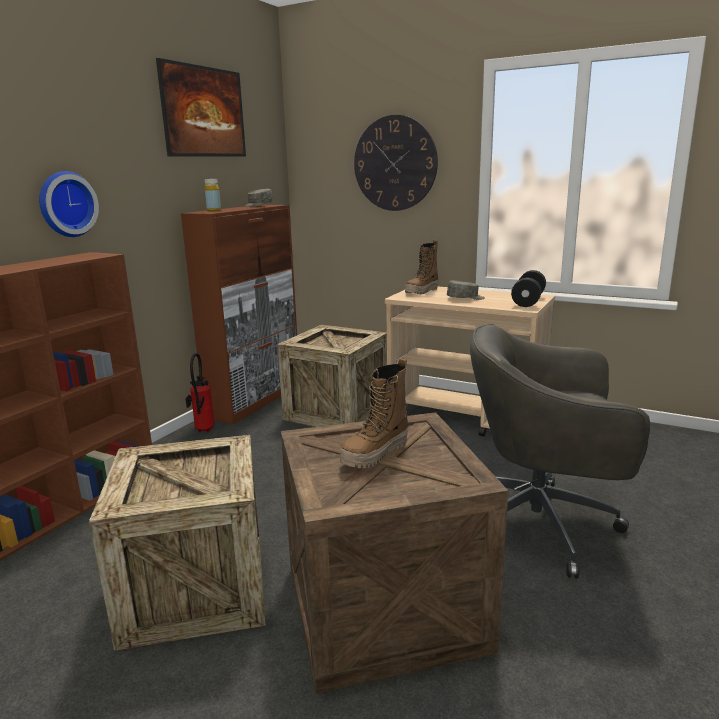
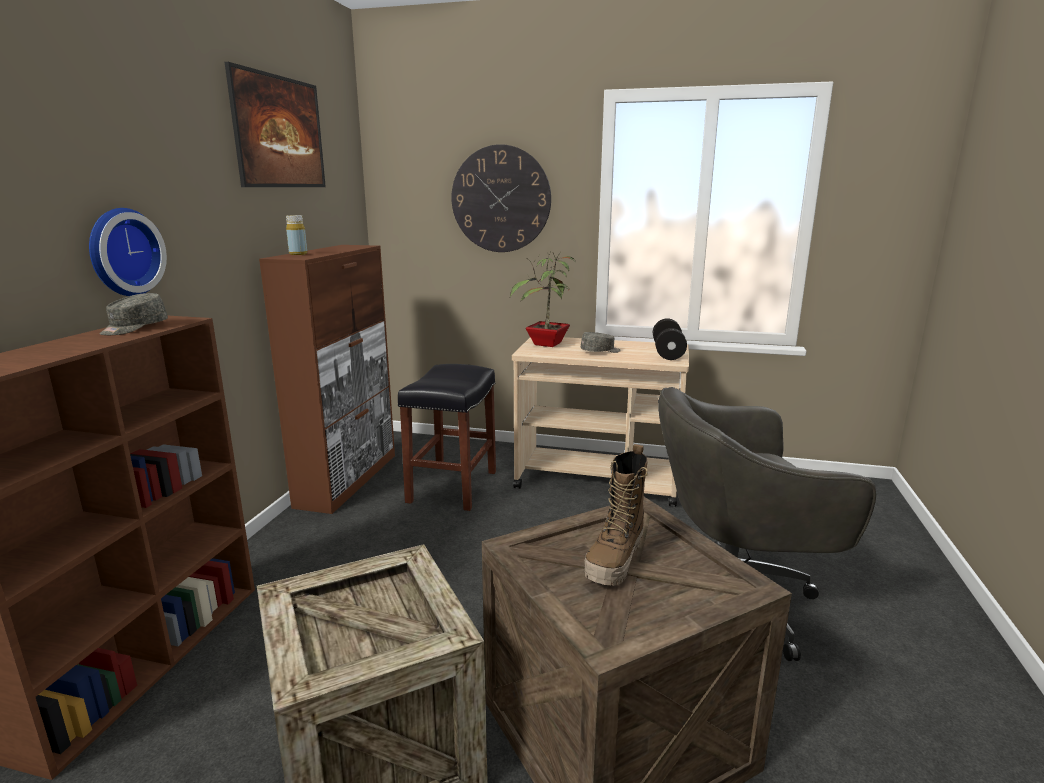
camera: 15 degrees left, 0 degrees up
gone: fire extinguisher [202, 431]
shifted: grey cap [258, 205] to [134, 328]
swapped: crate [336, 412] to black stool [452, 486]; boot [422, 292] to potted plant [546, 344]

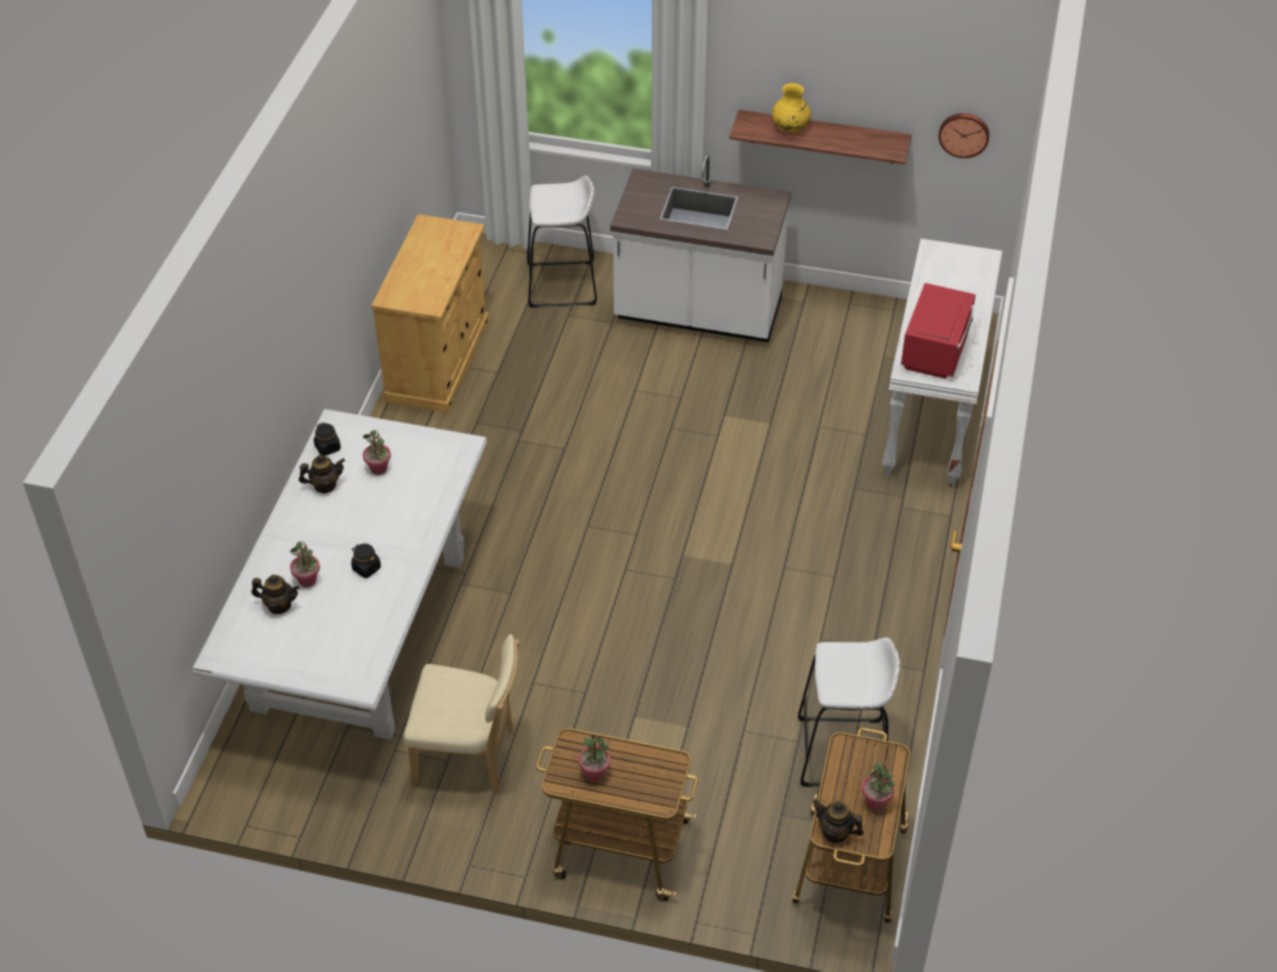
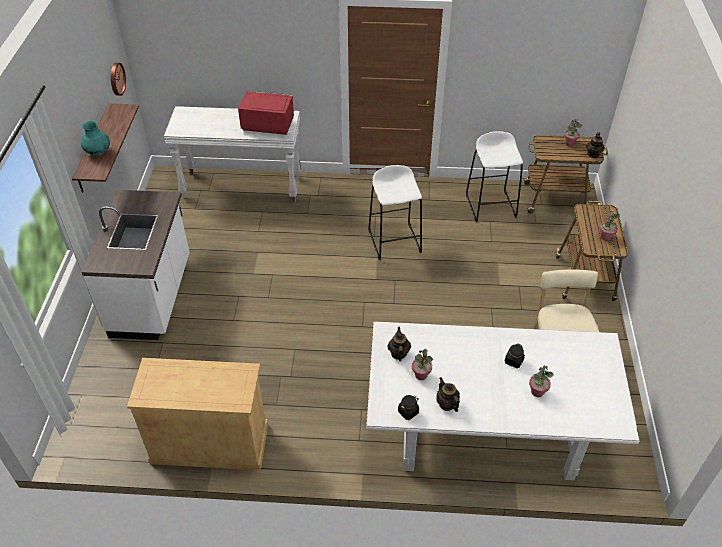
camera: 100 degrees left, 0 degrees up
shifted: teapot [279, 605] to [398, 353]; white stool [562, 284] to [394, 241]
repainted: yellow vase [790, 128] to turquoise vase [98, 152]

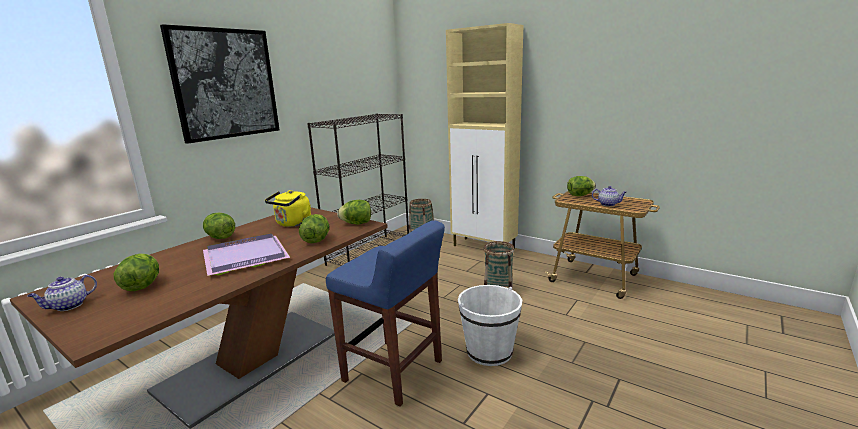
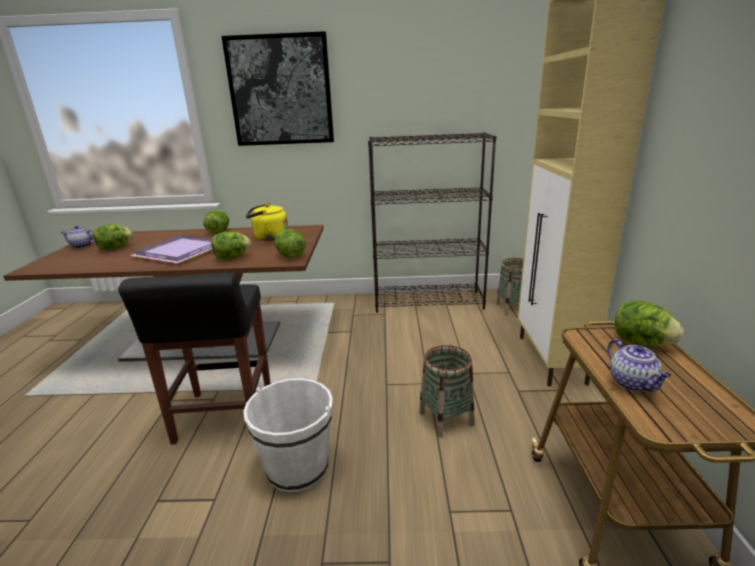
camera: 55 degrees right, 5 degrees up
repainted: blue stool [394, 372] to black stool [224, 416]

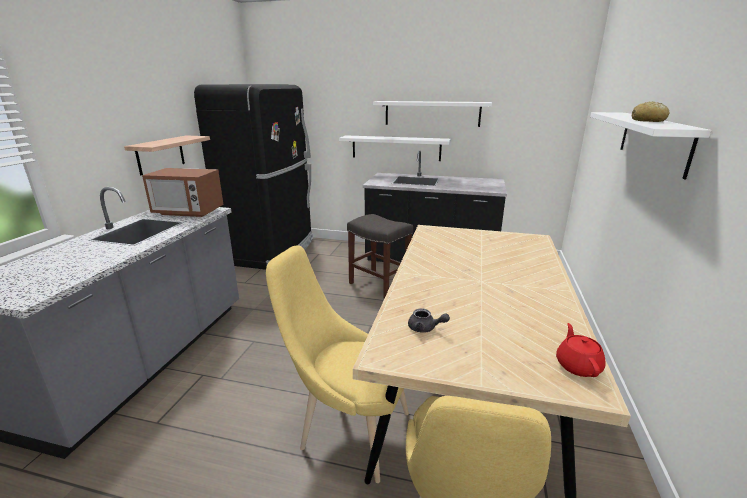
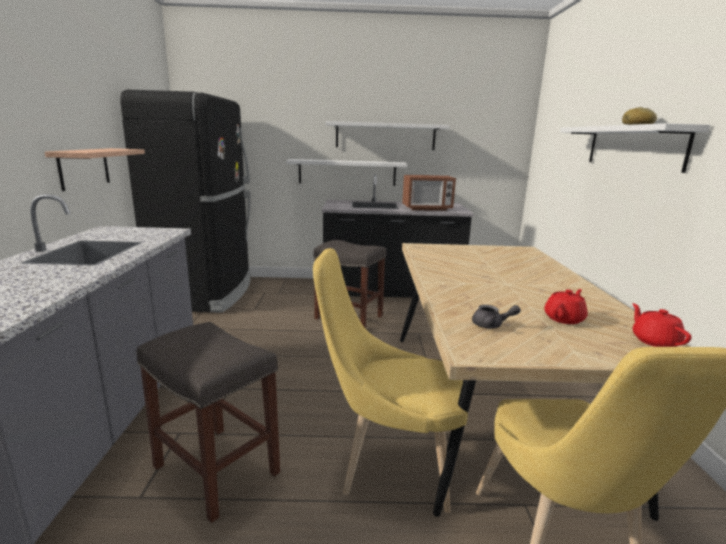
camera: 15 degrees left, 5 degrees down
new: grey stool [214, 469]; red teapot [564, 318]
shifted: microwave [188, 212] to [426, 208]

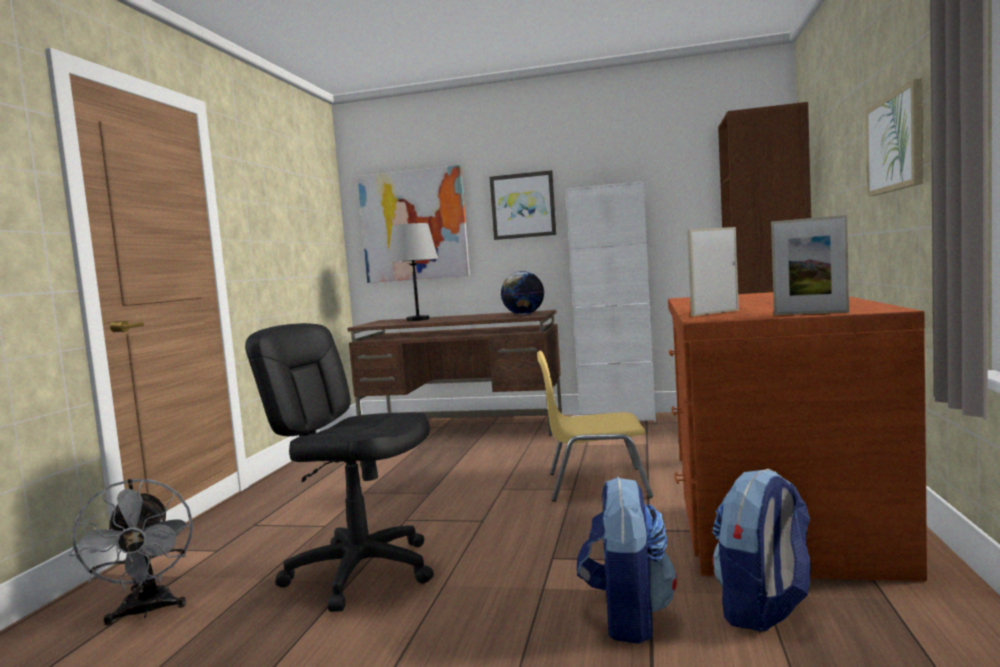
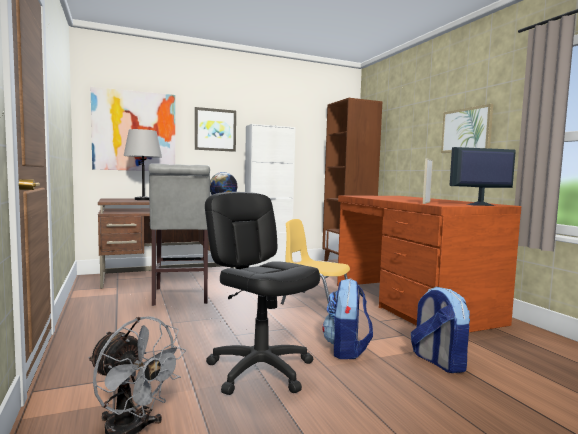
camera: 35 degrees left, 0 degrees up
new: grey stool [180, 297]
shifted: backpack [764, 610] to [347, 350]
swapped: picture frame [810, 313] to monitor [479, 205]
rotated: black office chair [361, 572] = [260, 370] 60 degrees clockwise; yellow chair [595, 484] = [315, 302] 60 degrees clockwise

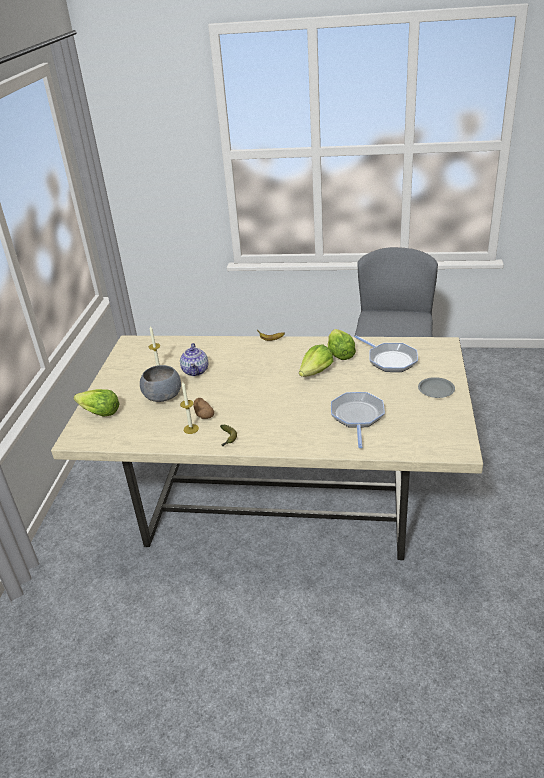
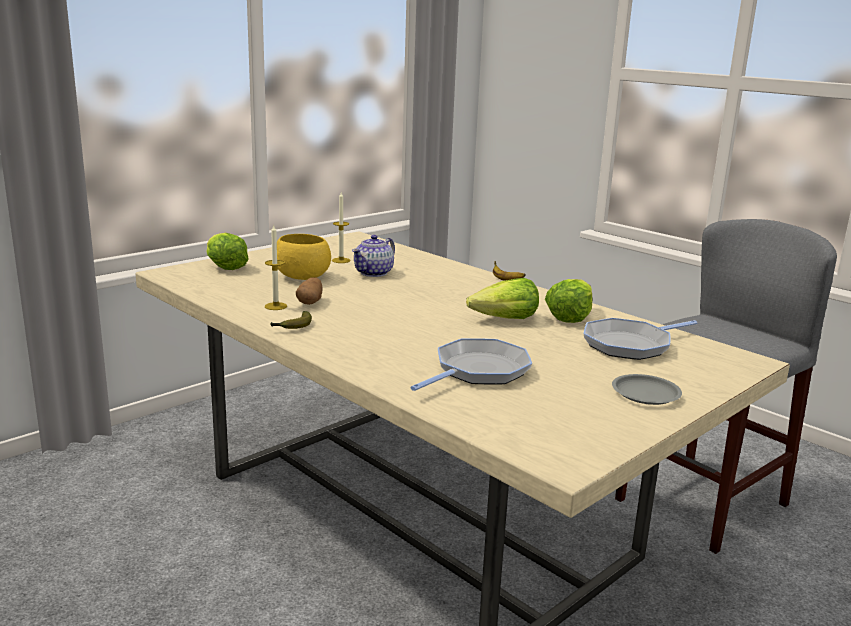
camera: 35 degrees right, 15 degrees down
repainted: grey bowl [164, 396] to yellow bowl [303, 277]
rotated: frying pan [390, 360] = [630, 345] 60 degrees clockwise

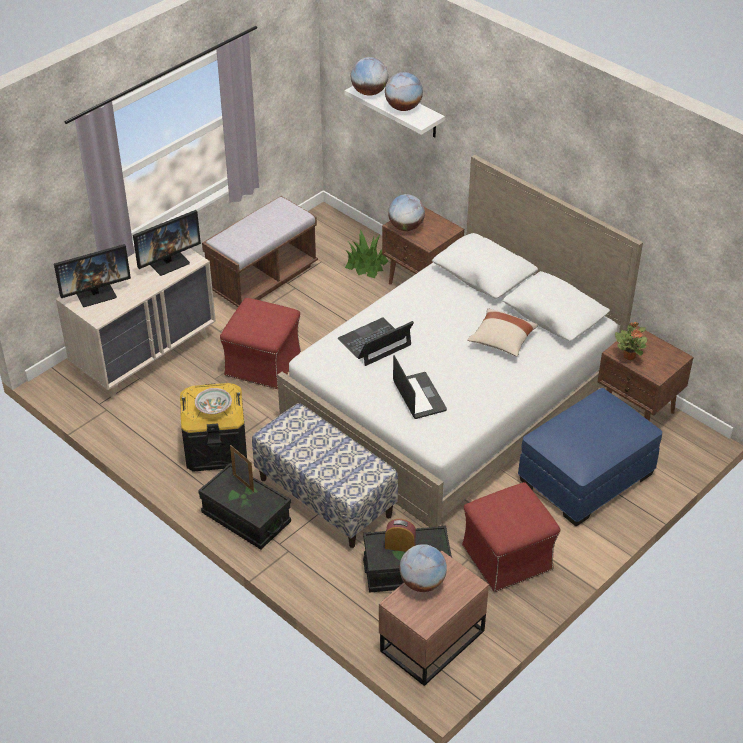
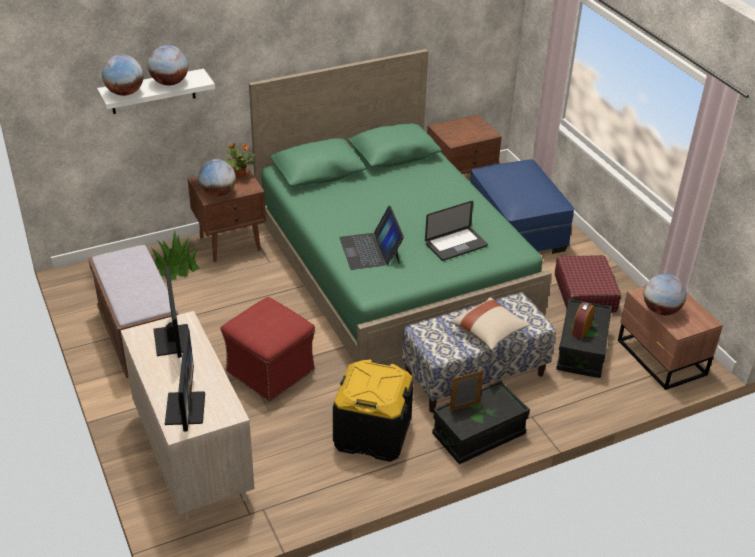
camera: 70 degrees left, 5 degrees down
gone: bowl [214, 408]
shifted: beige pillow [501, 341] to [489, 332]; potted plant [629, 356] to [239, 175]
swapped: red ottoman [508, 557] to red suitcase [585, 293]
repainted: white bed [453, 400] to green bed [392, 269]
rotated: laptop [419, 396] = [456, 245] 150 degrees clockwise

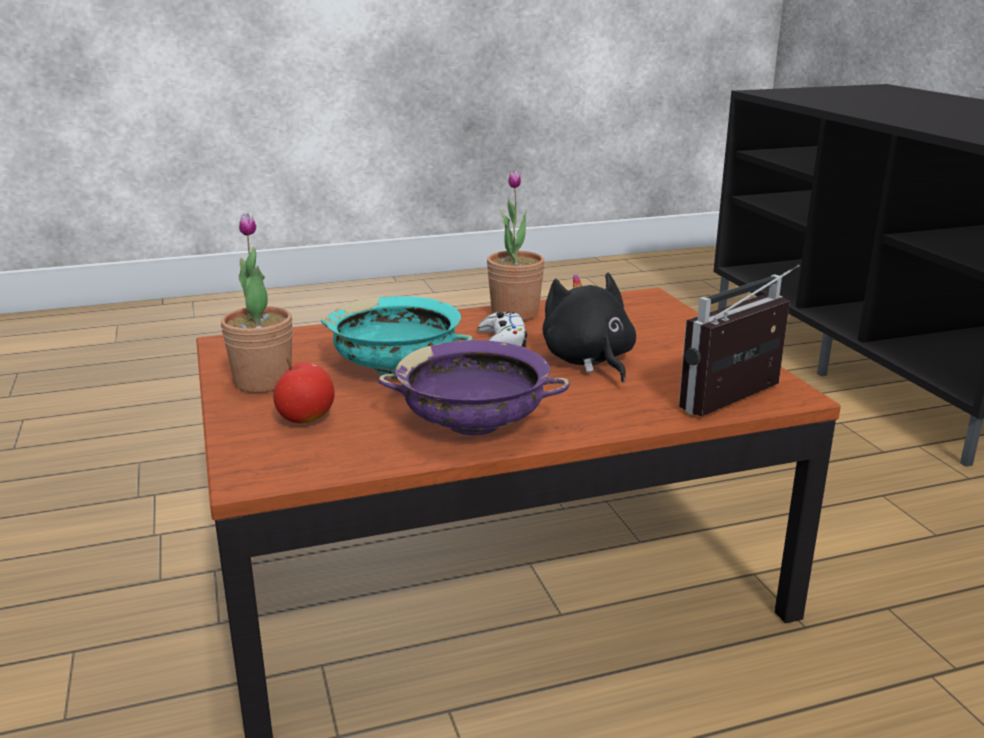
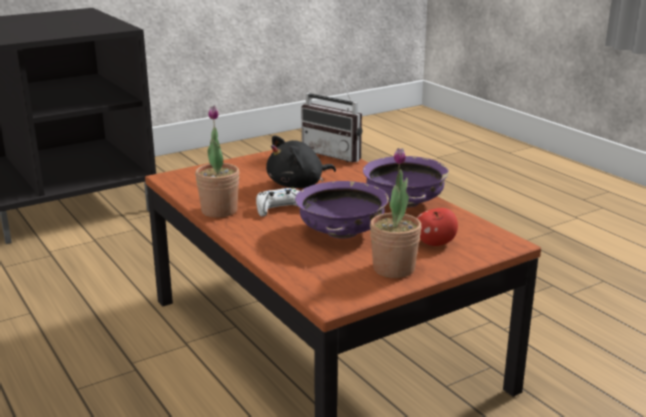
camera: 105 degrees left, 0 degrees up
repainted: turquoise bowl [394, 367] to purple bowl [341, 232]

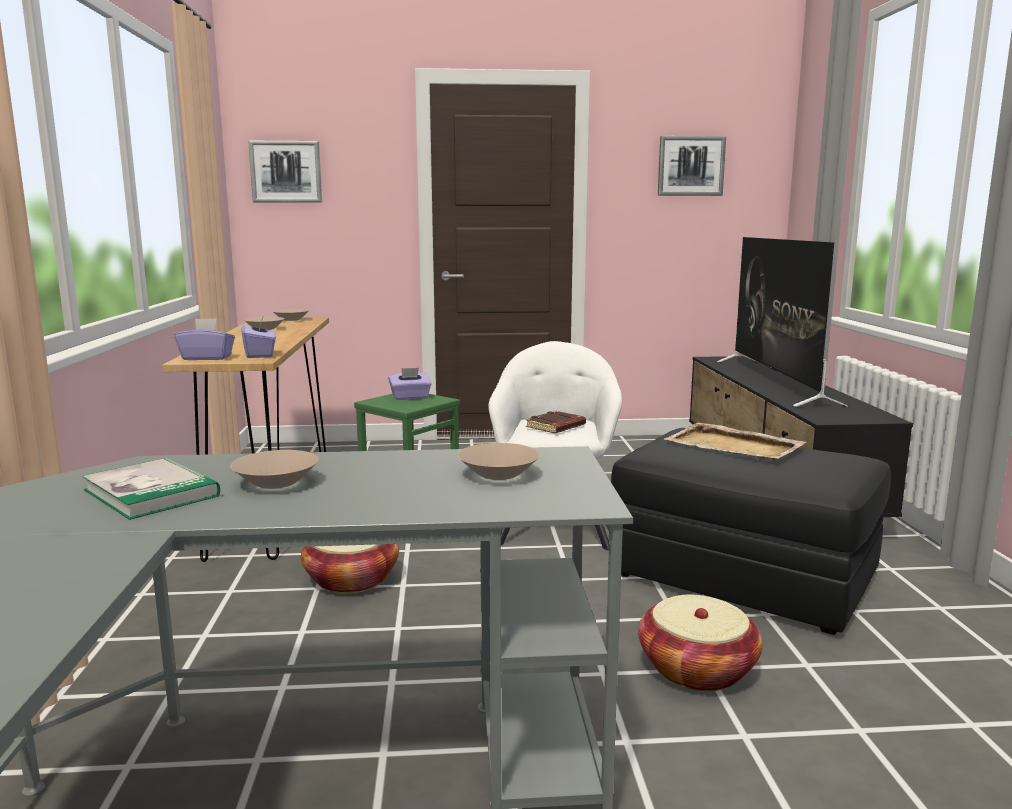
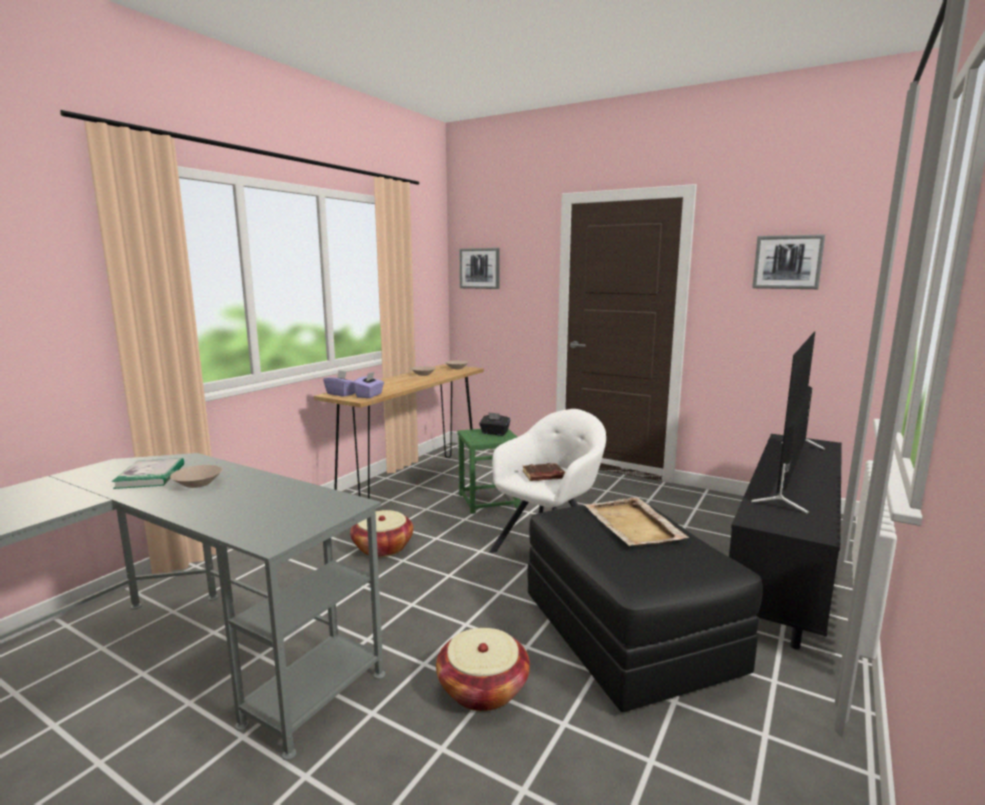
camera: 35 degrees right, 0 degrees up
gone: beige bowl [499, 474]
repainted: purple tissue box [410, 397] to black tissue box [494, 433]

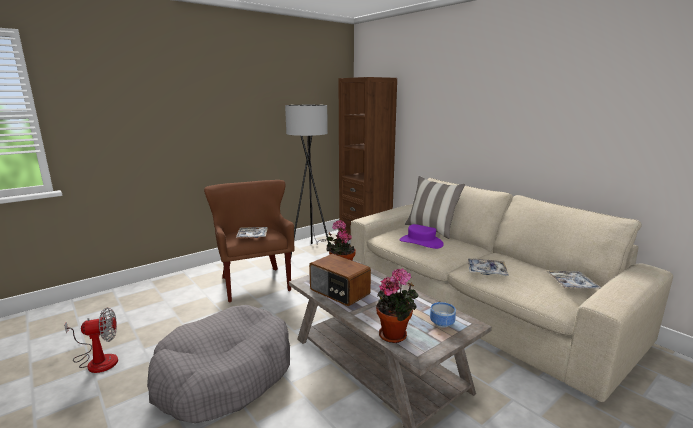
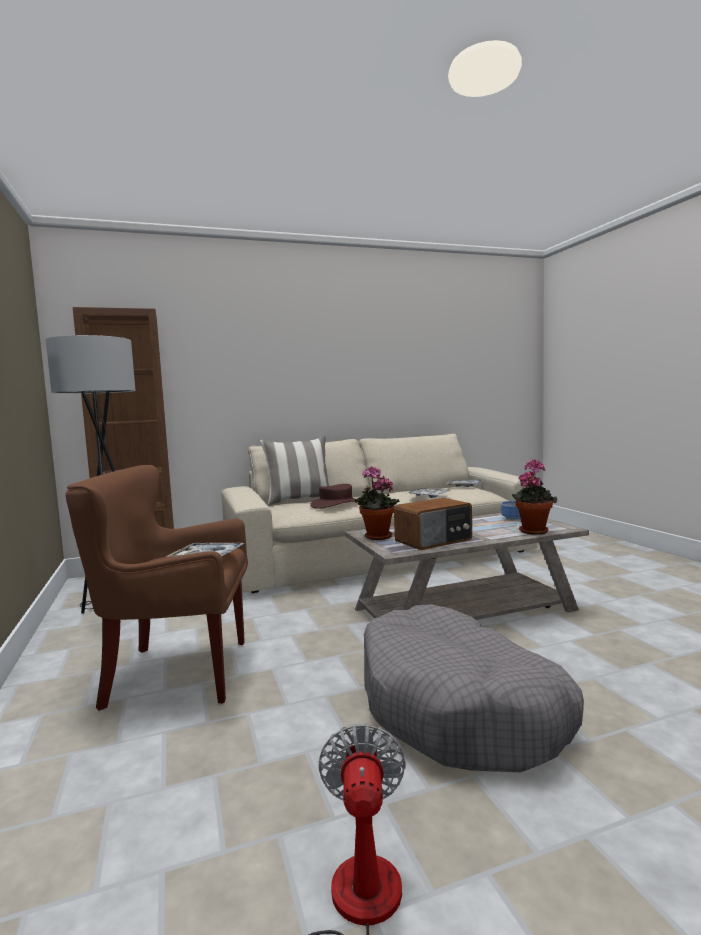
camera: 70 degrees left, 10 degrees down
repainted: purple hat [421, 242] to brown hat [336, 504]

